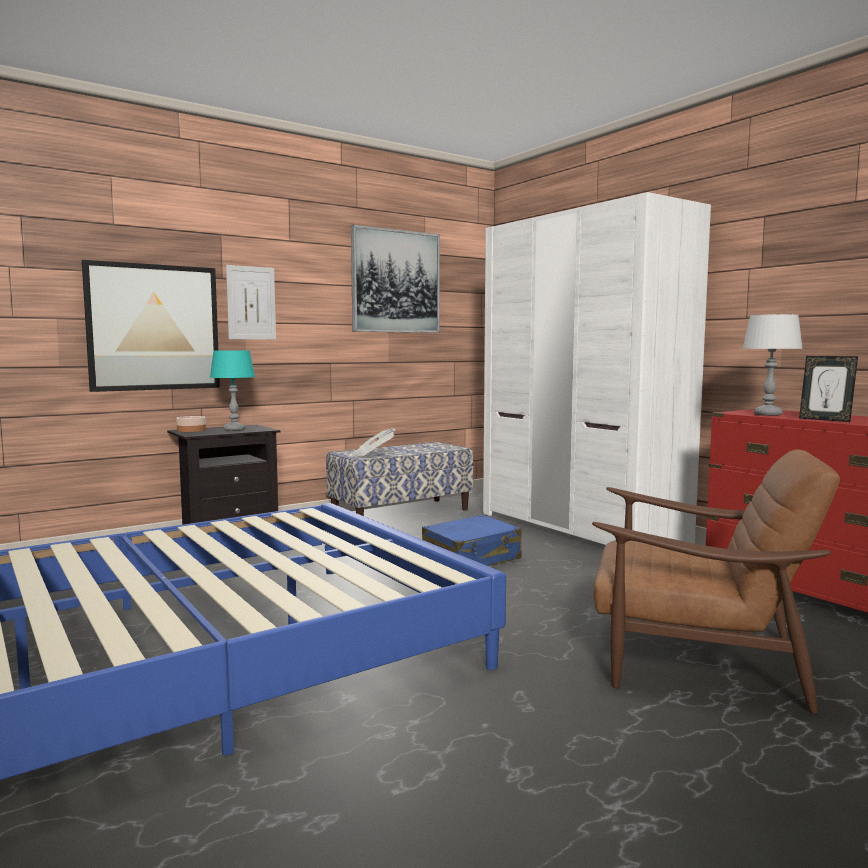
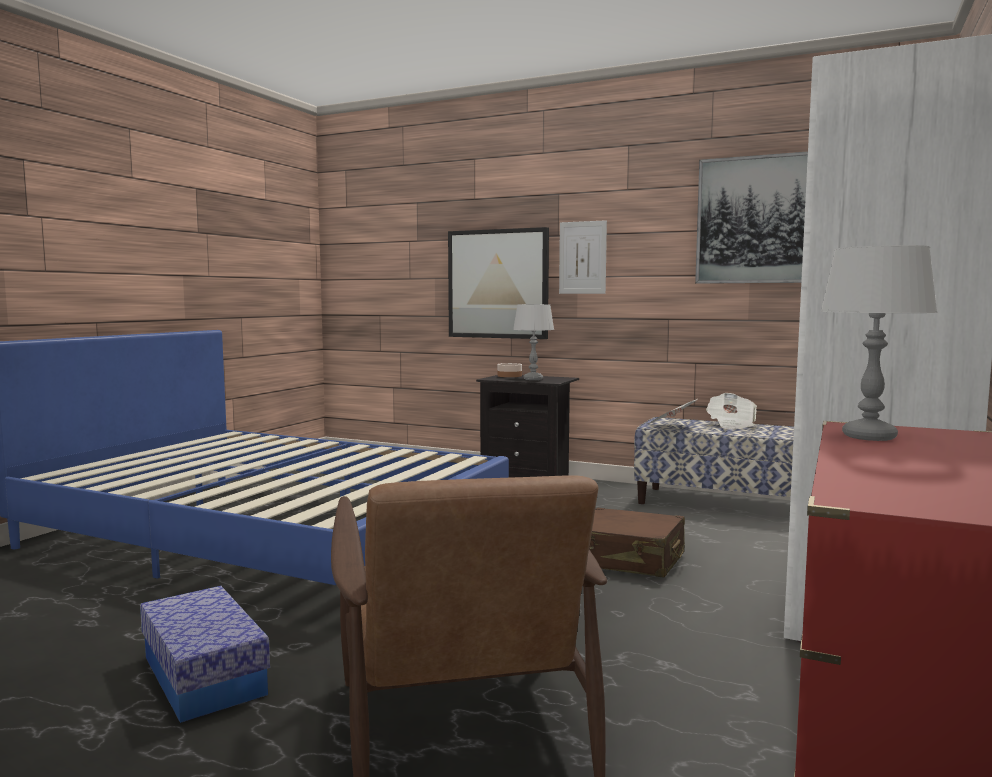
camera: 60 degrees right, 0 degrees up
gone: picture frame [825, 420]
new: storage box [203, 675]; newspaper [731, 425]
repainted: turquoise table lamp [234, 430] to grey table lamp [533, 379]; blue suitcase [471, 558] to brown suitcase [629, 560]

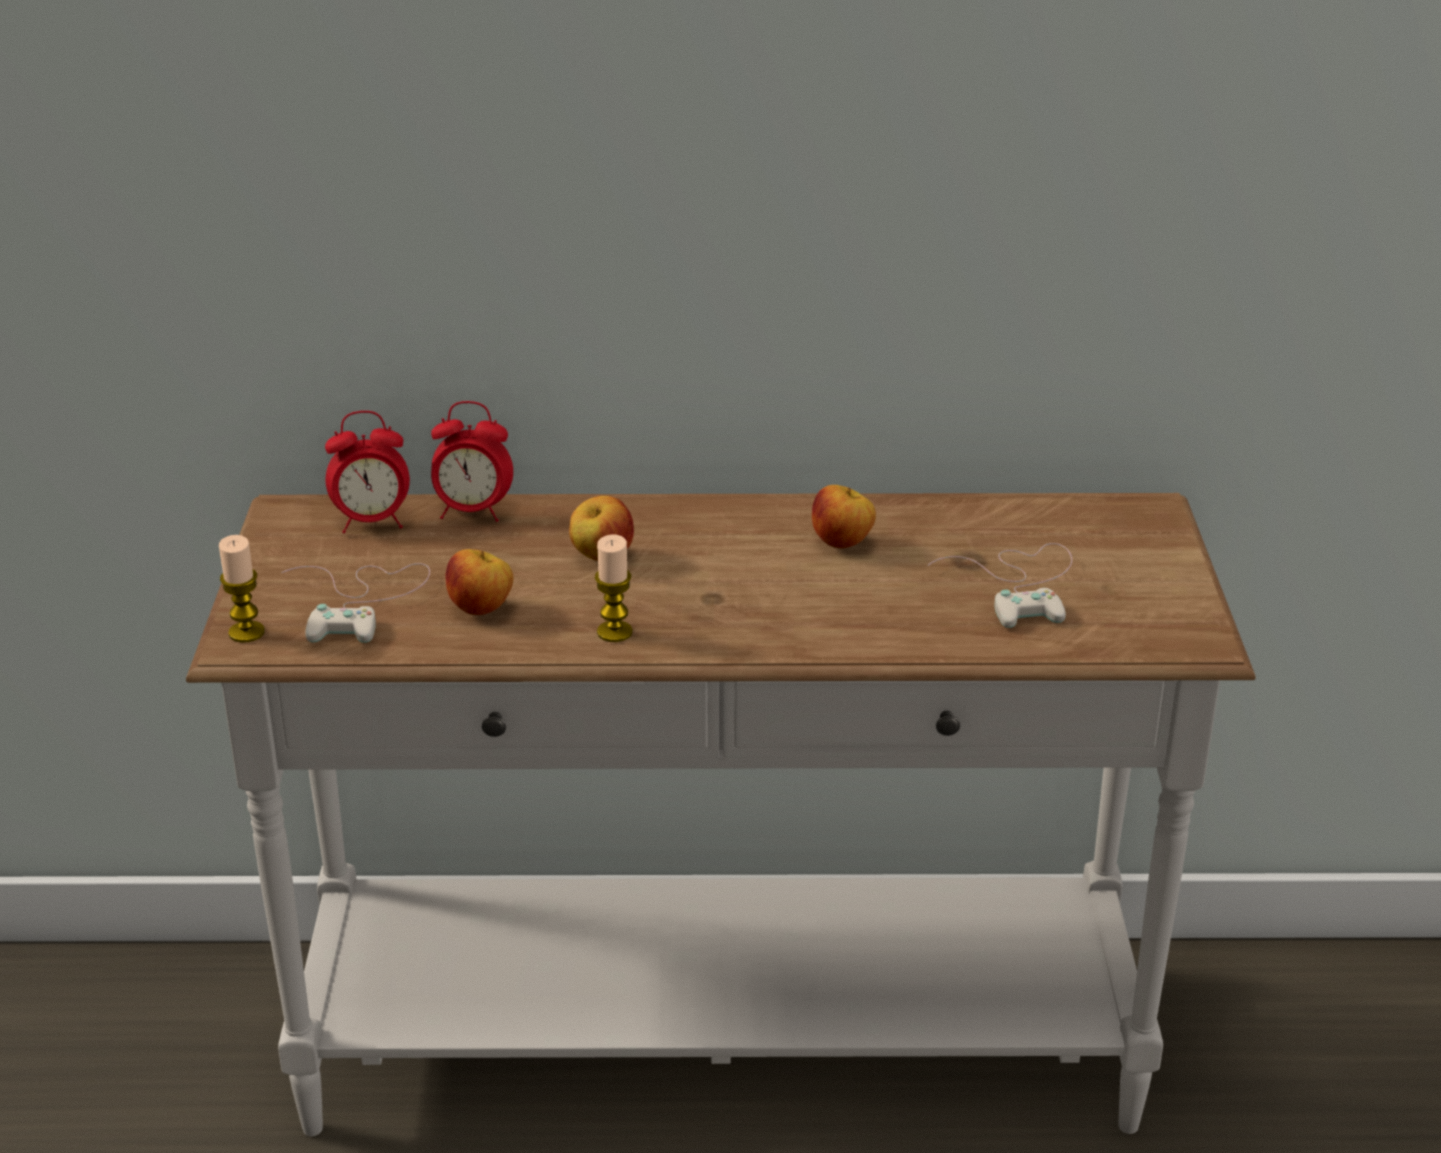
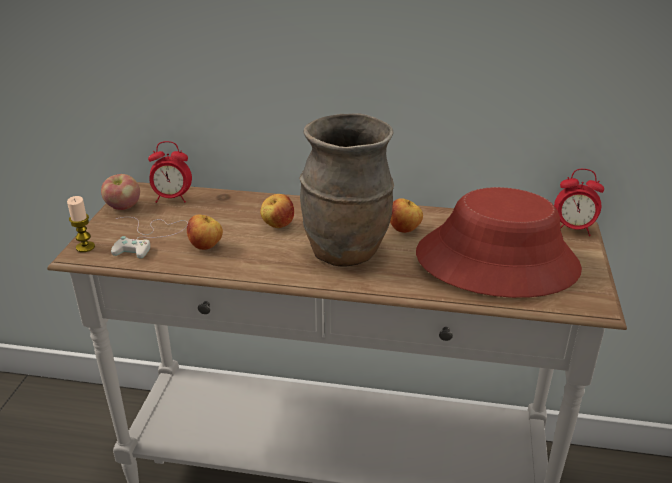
camera: 10 degrees right, 0 degrees up
gone: candle [614, 632]
new: apple [123, 206]; brown vase [346, 252]
shifted: alarm clock [473, 512] to [573, 229]
swapped: white game controller [1021, 585] to red hat [497, 261]

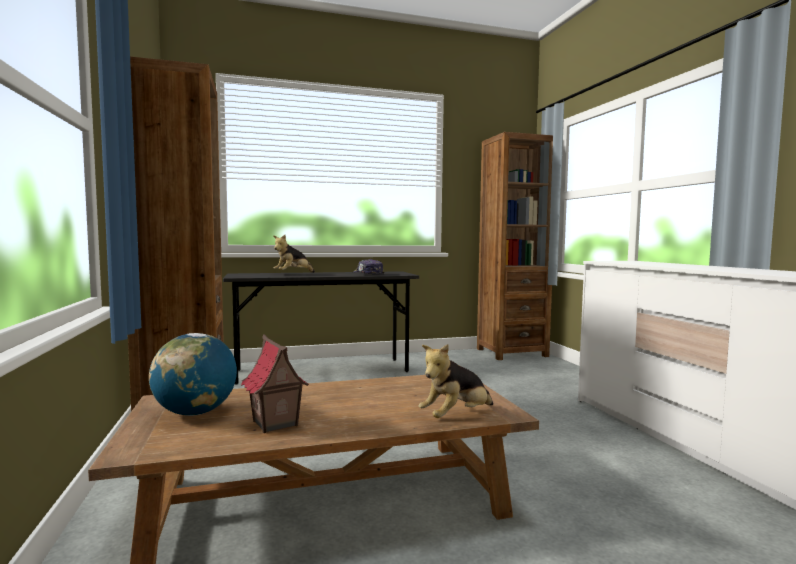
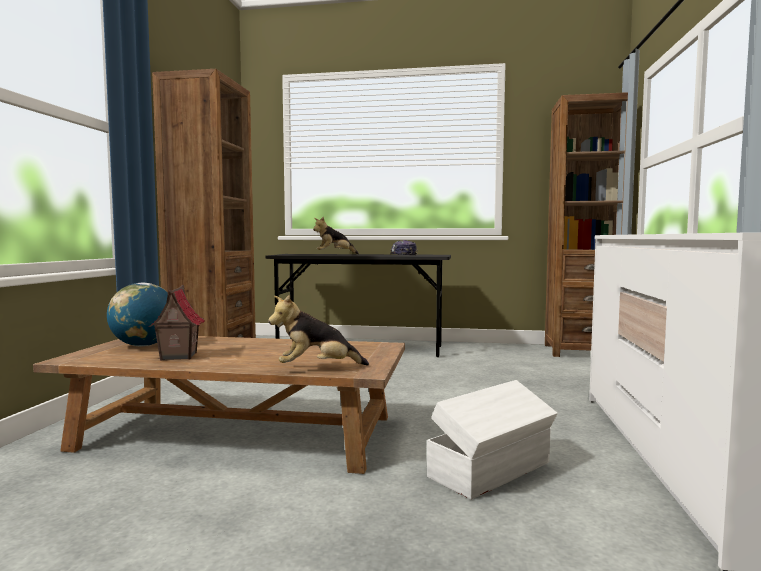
camera: 25 degrees right, 0 degrees up
new: white storage box [492, 470]

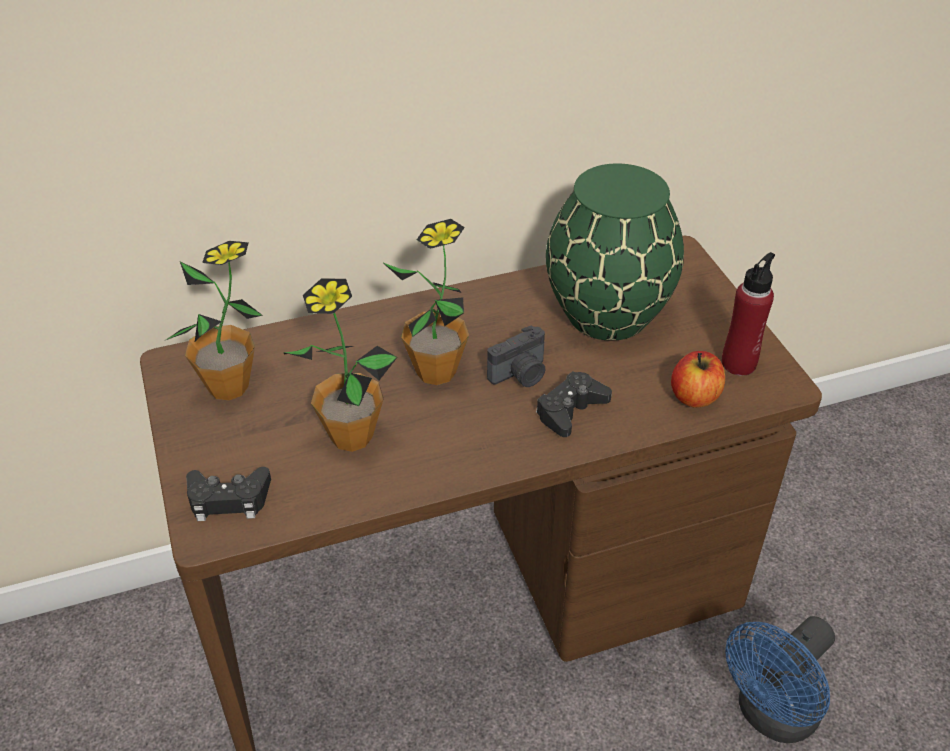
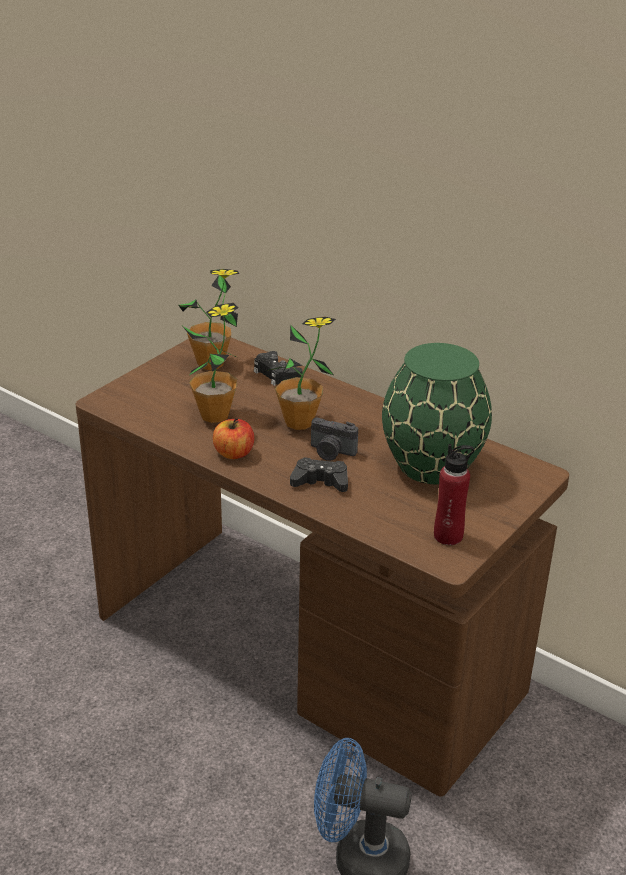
camera: 55 degrees right, 10 degrees down
shifted: black game controller [228, 499] to [276, 373]; apple [695, 396] to [233, 453]

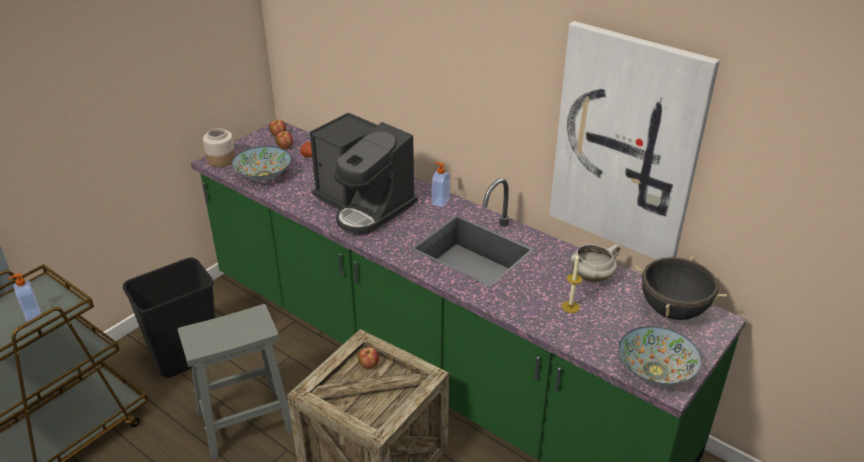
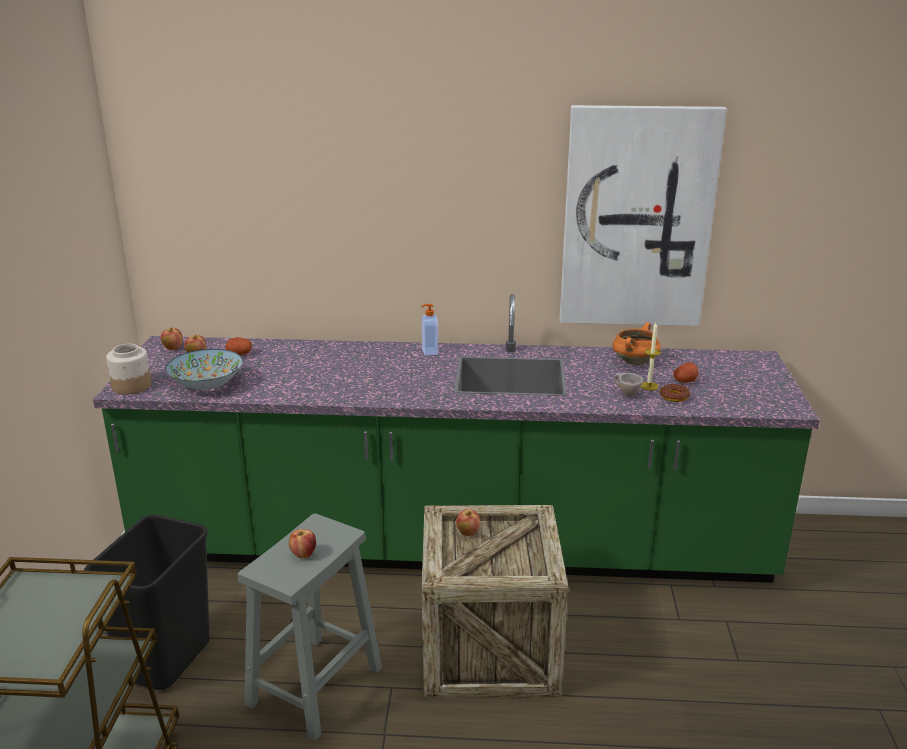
camera: 35 degrees left, 10 degrees down
gone: soap dispenser [32, 315]; coffee machine [364, 205]; bowl [655, 371]; black cooking pot [673, 311]
new: apple [303, 554]; beige cup [625, 394]; donut [674, 396]; potato [685, 381]
repainted: white cooking pot [592, 276] to orange cooking pot [634, 361]

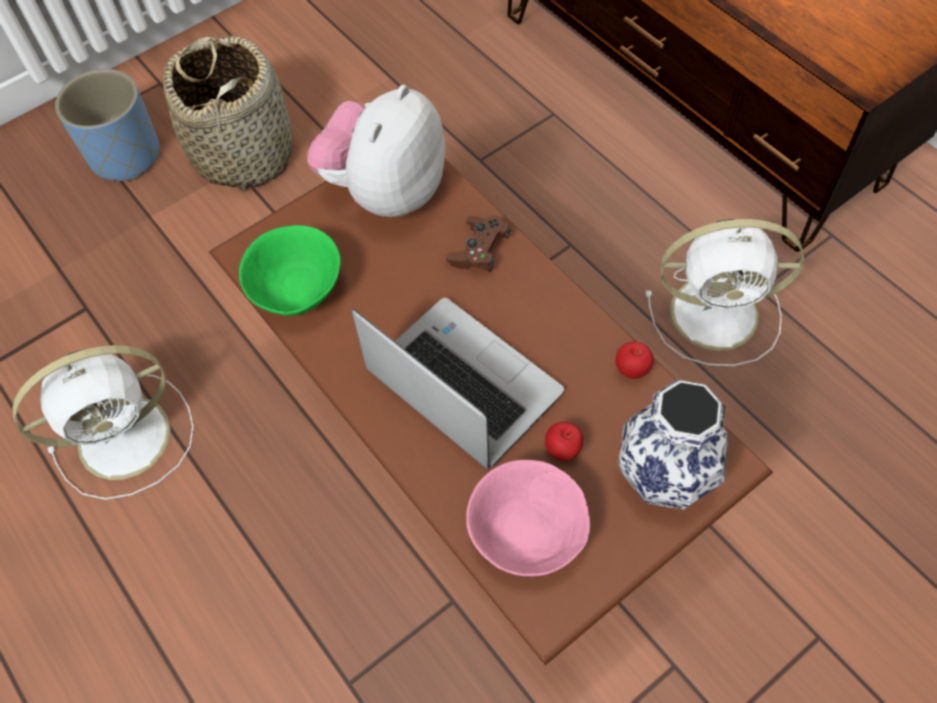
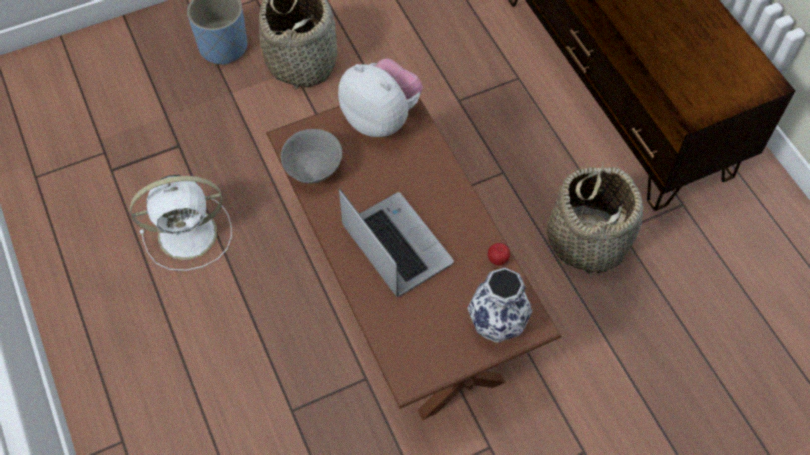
camera: 10 degrees right, 0 degrees up
gone: brown game controller [479, 251]; pink bowl [525, 534]; apple [563, 450]
swapped: white fan [718, 313] to basket [587, 240]
repainted: green bowl [296, 290] to grey bowl [312, 168]
rotated: plush toy [386, 192] = [381, 118] 90 degrees clockwise

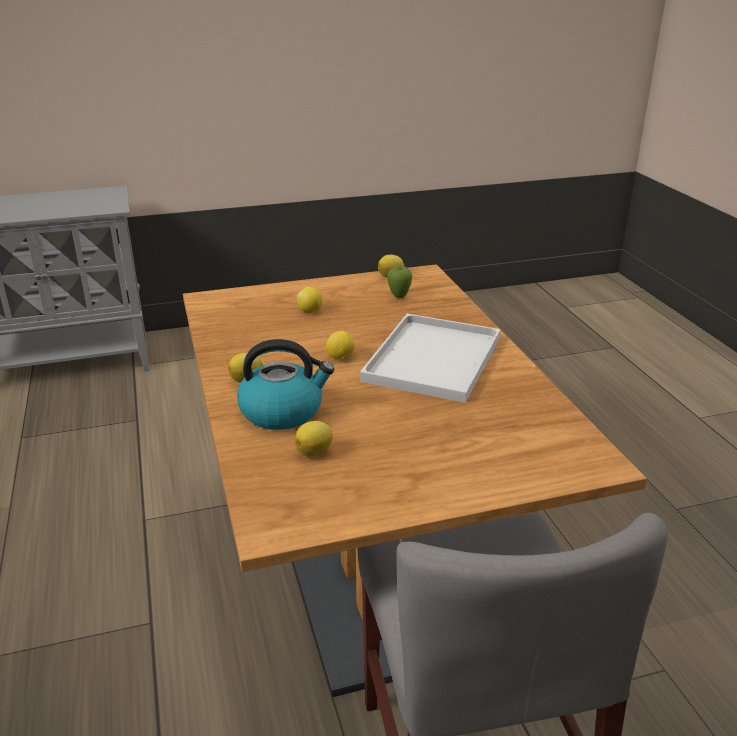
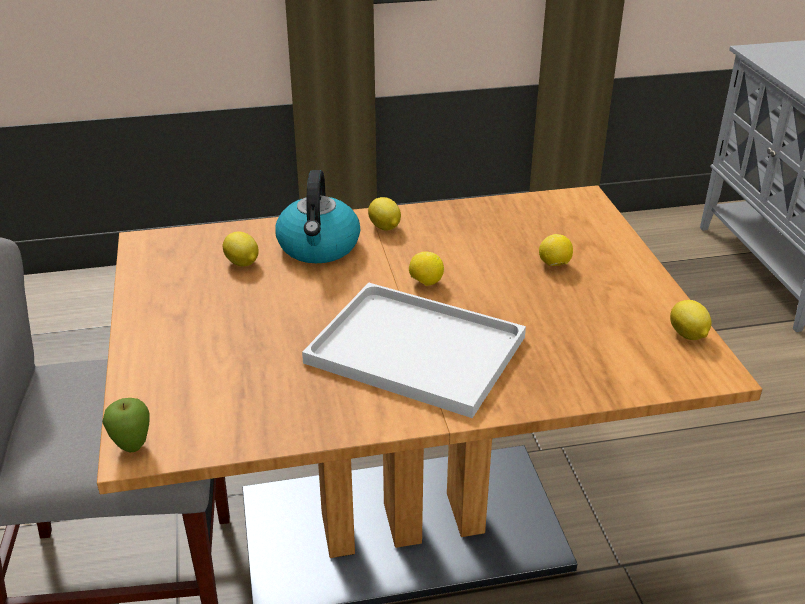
camera: 95 degrees right, 5 degrees up
shifted: apple [399, 297] to [132, 447]

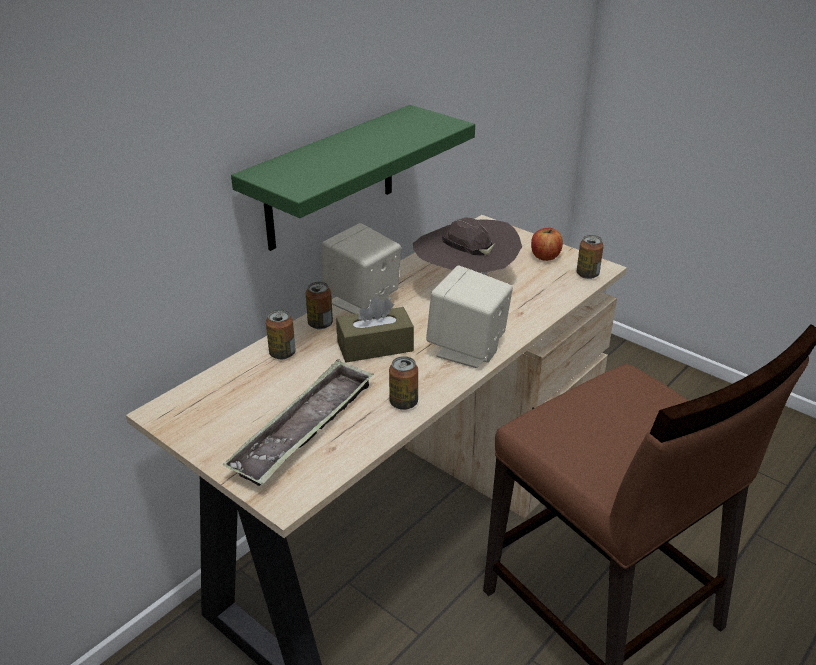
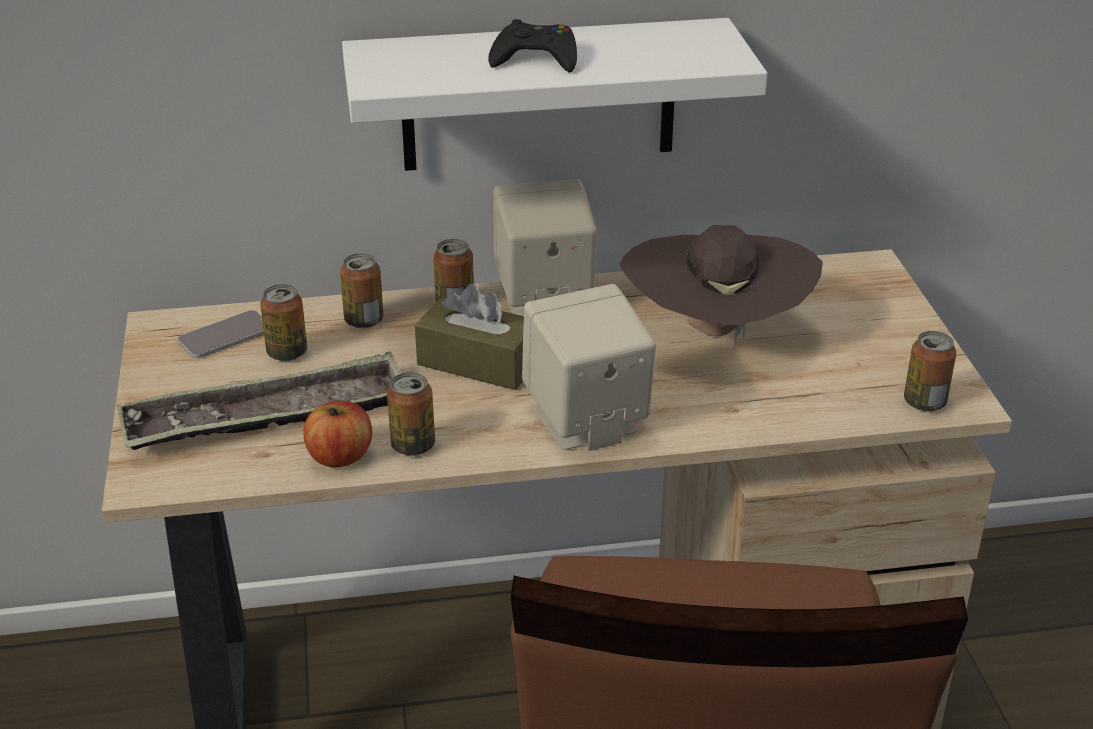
camera: 40 degrees right, 0 degrees up
new: phone [225, 336]; can [287, 353]; black game controller [536, 58]
shifted: apple [545, 256] to [340, 456]
repainted: green shelf [330, 178] to white shelf [539, 95]

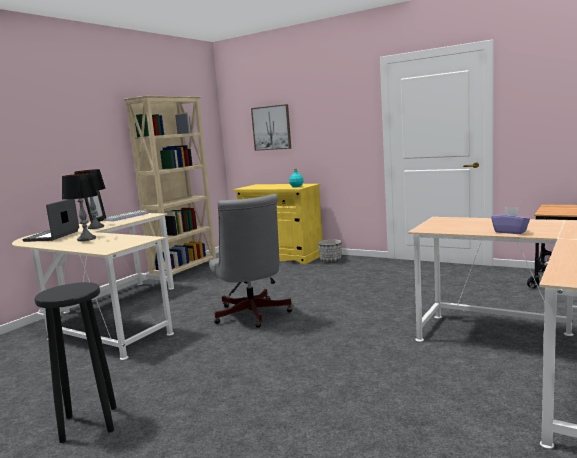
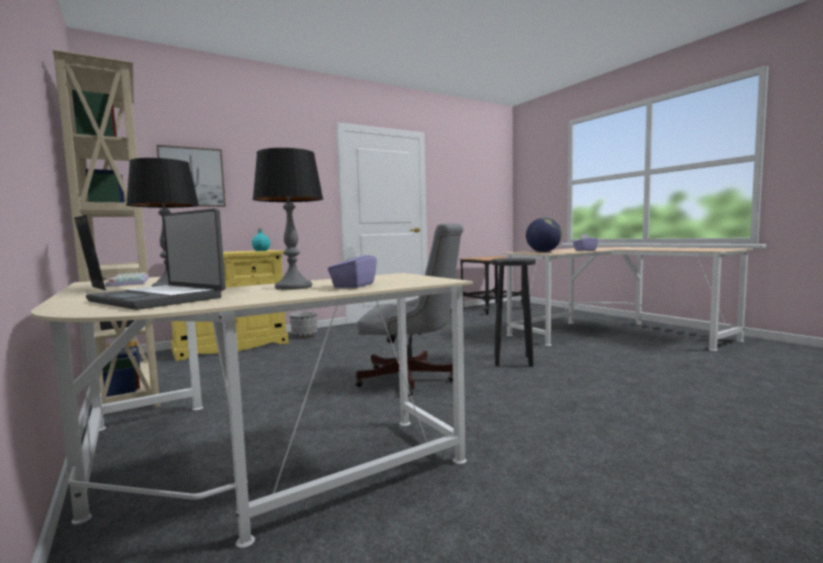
camera: 65 degrees left, 5 degrees down
new: purple tissue box [353, 285]; globe [543, 252]
shifted: black stool [90, 423] to [513, 360]

